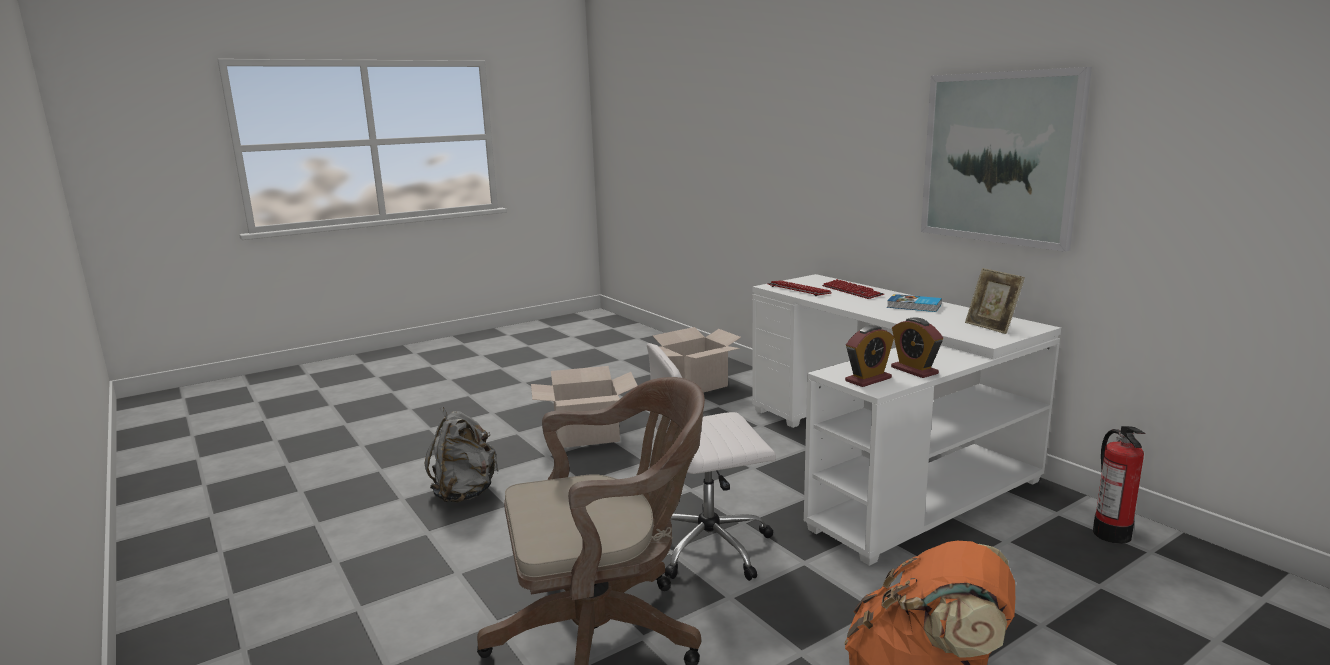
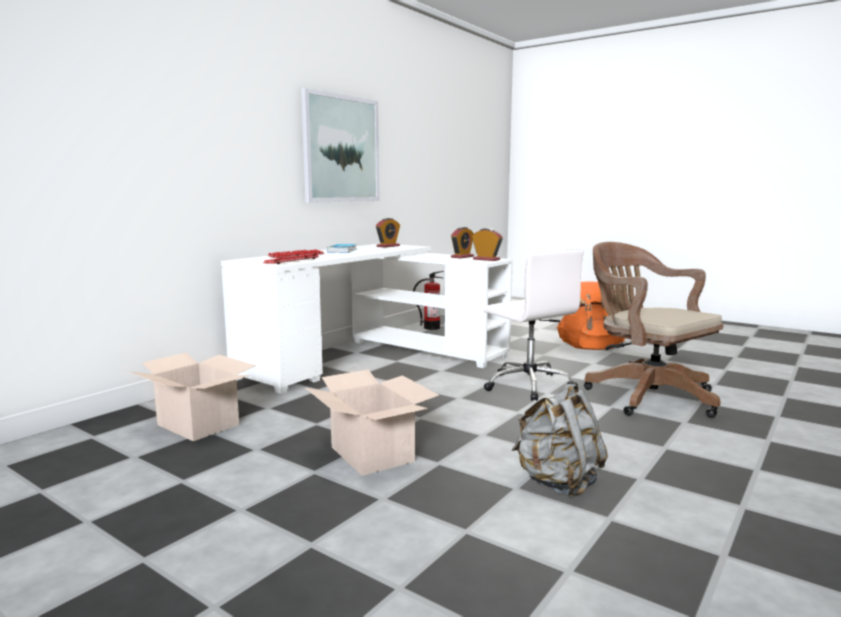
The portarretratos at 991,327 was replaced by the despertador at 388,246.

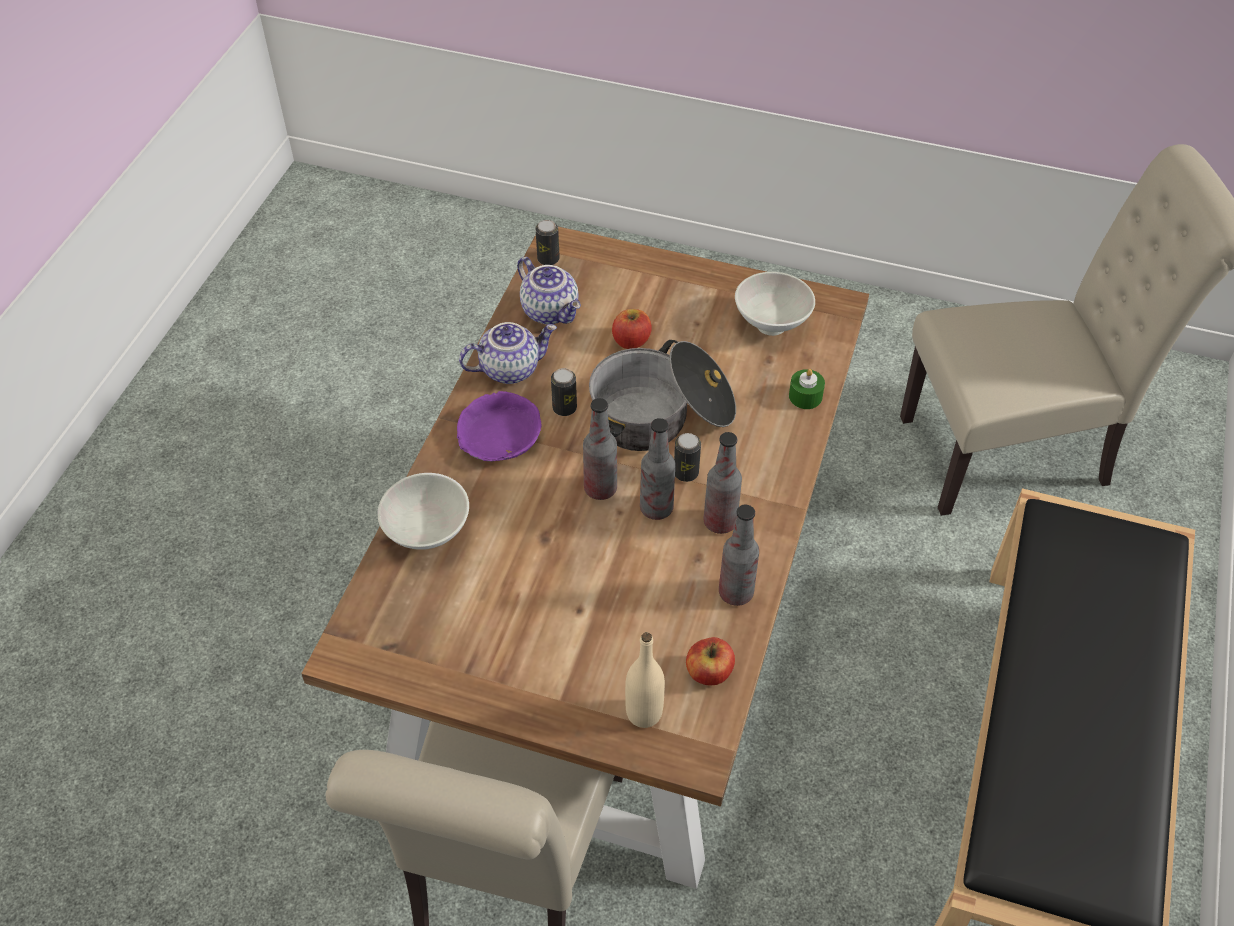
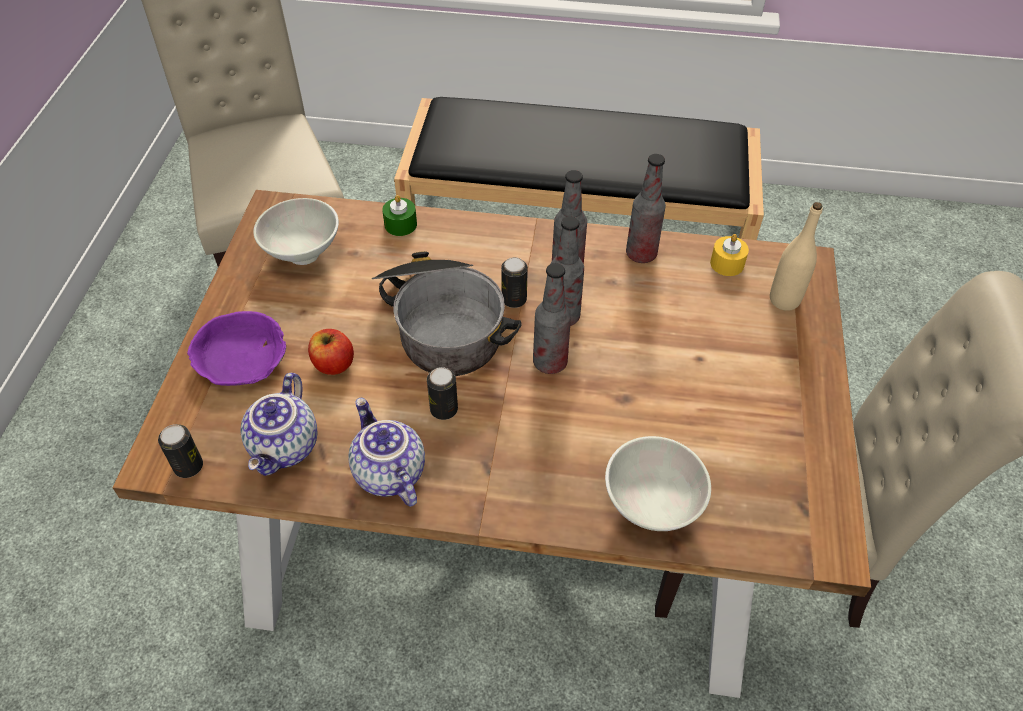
The cuenco [morado] moved from 499,437 to 241,359. The tetera at 551,311 turned 150 degrees clockwise. The manzana at 709,672 was replaced by the vela [amarillo] at 727,264.

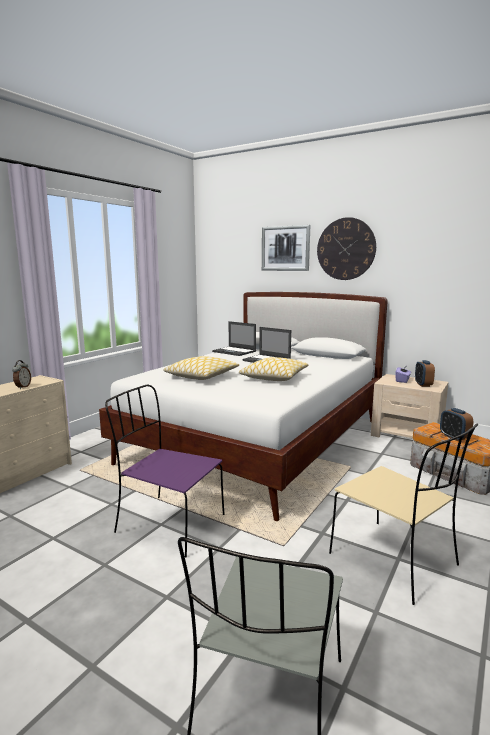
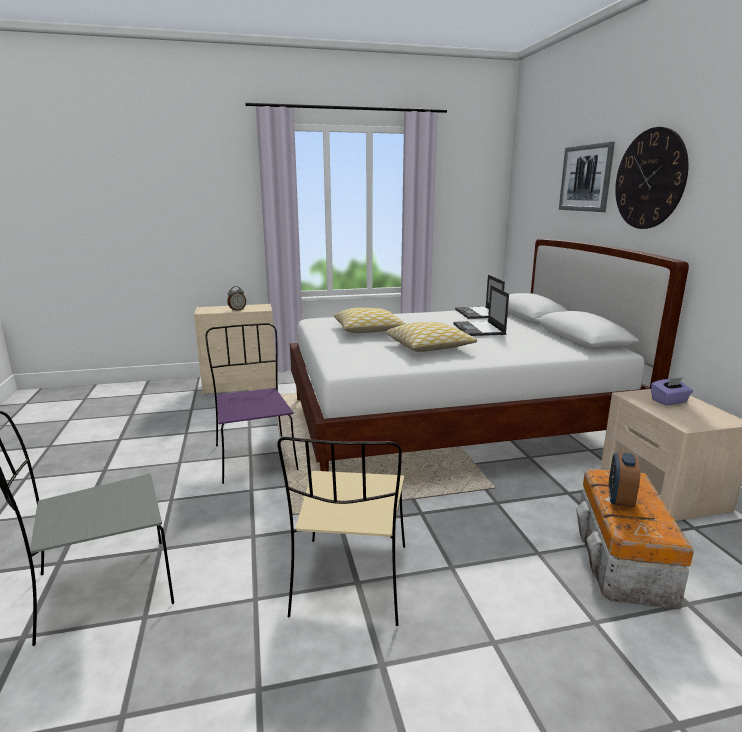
The despertador at 423,384 disappeared.

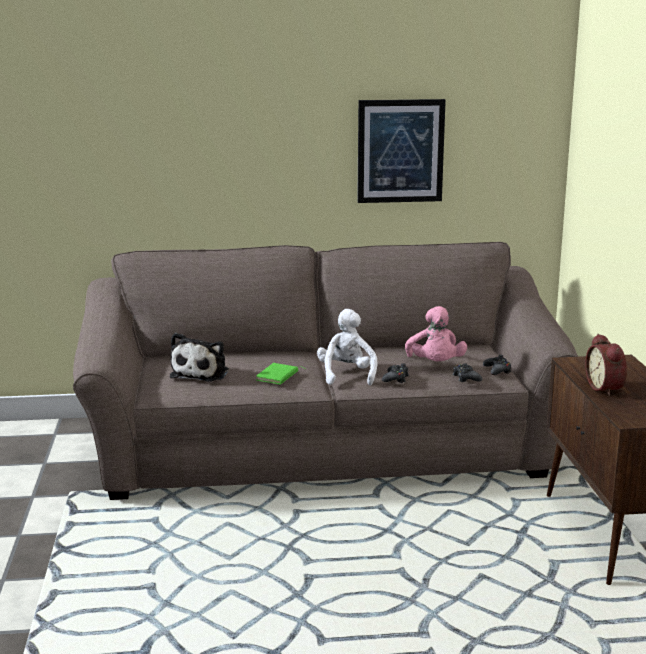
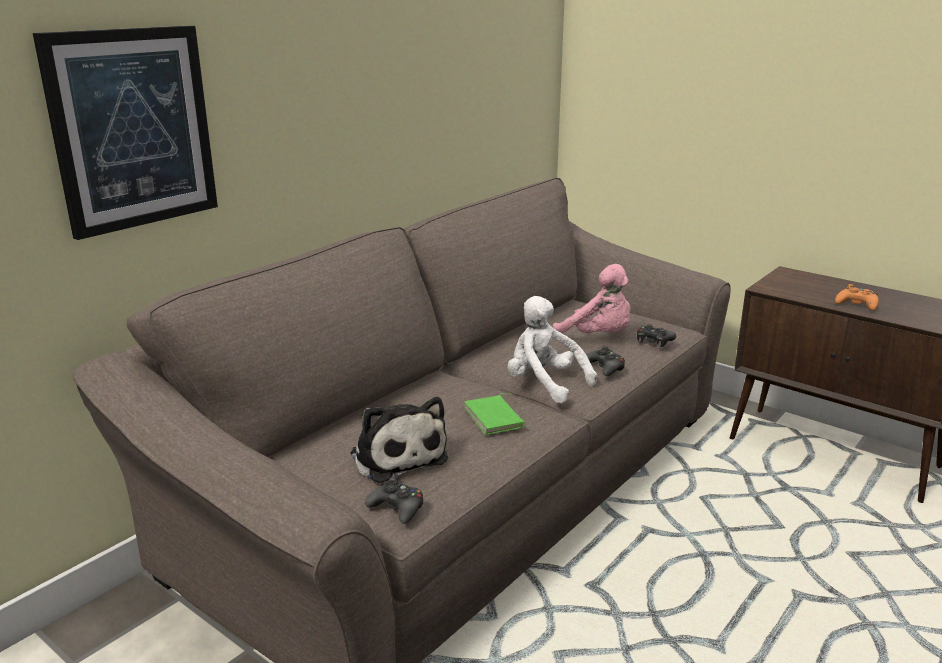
The cuadro moved from 400,151 to 133,129. The mando de consola [negro] moved from 497,370 to 397,508. The despertador at 606,388 was replaced by the mando de consola [naranja] at 857,304.

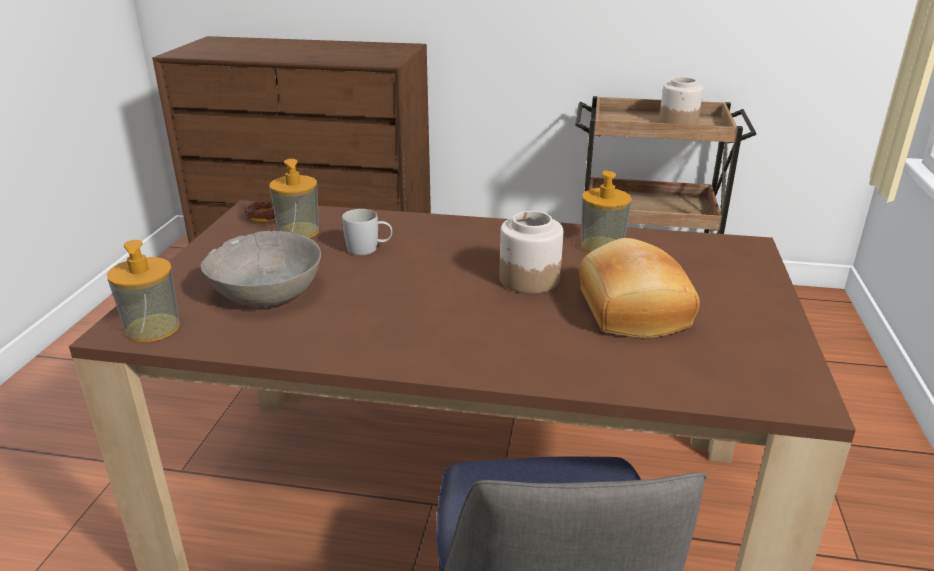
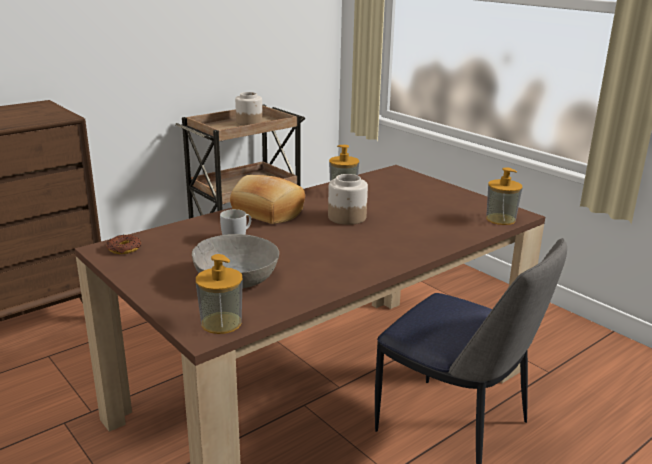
The pan moved from 630,310 to 267,213. The dispensador de jabón moved from 298,231 to 500,219.

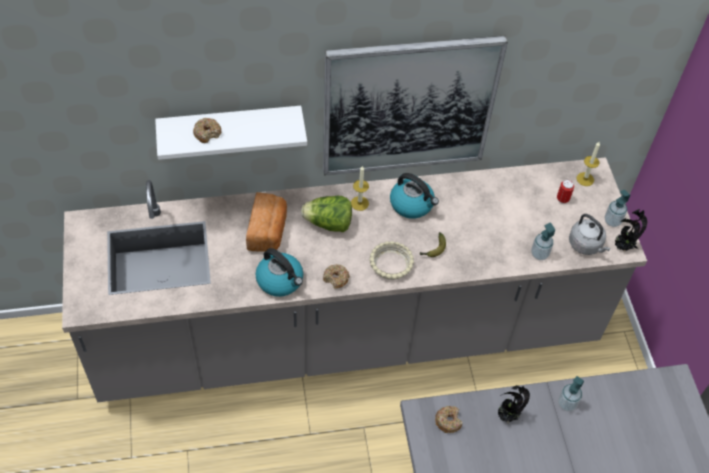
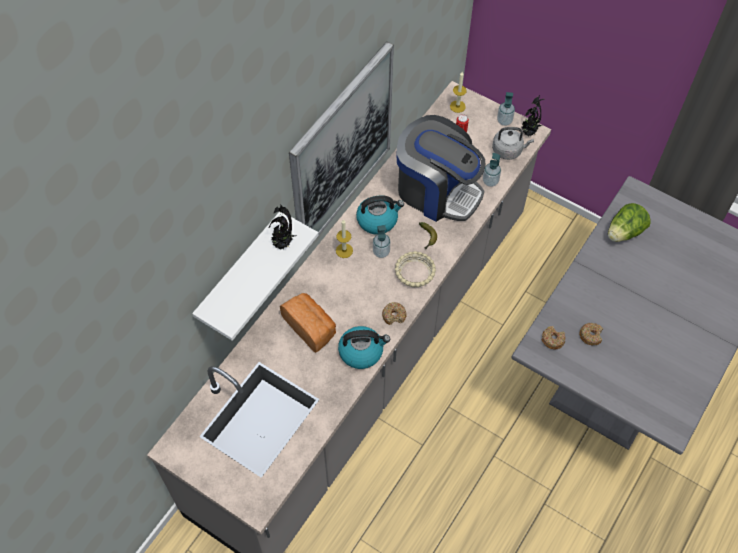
The planta en maceta moved from 507,416 to 282,244. The dispensador de jabón moved from 566,404 to 381,252. The cafetera at 437,191 appeared. The rosquilla moved from 207,133 to 590,335. The lechuga moved from 328,223 to 624,232.

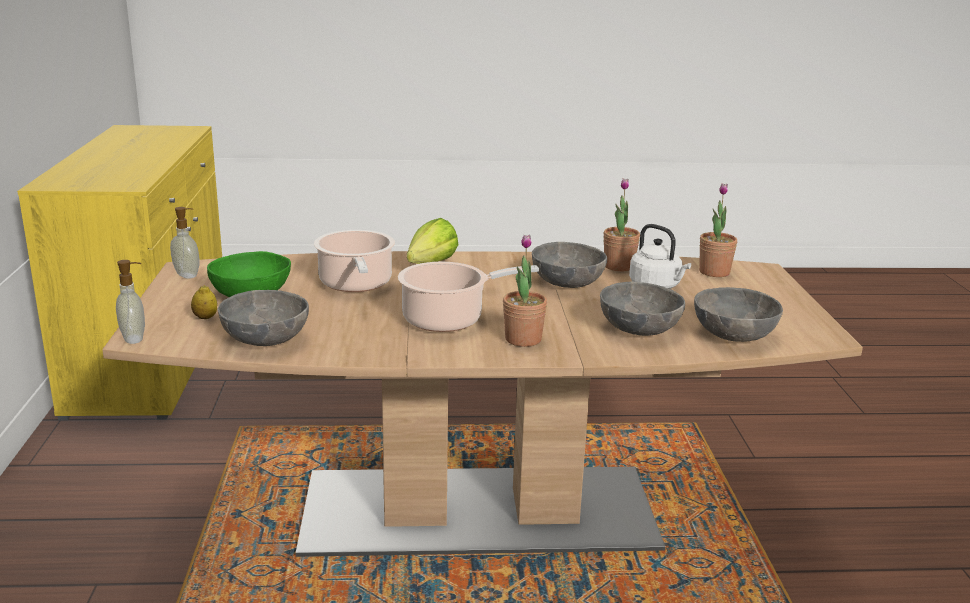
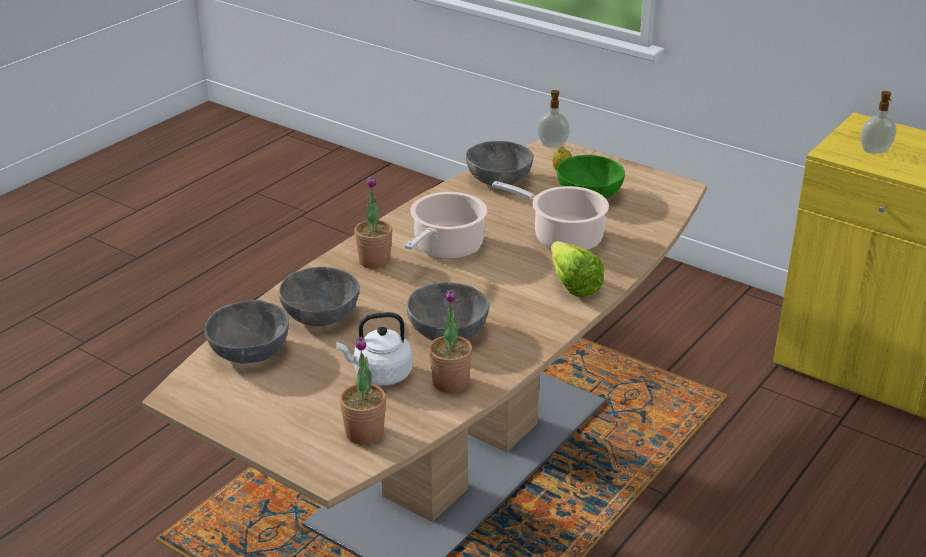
The dispensador de jabón moved from 188,275 to 875,151.

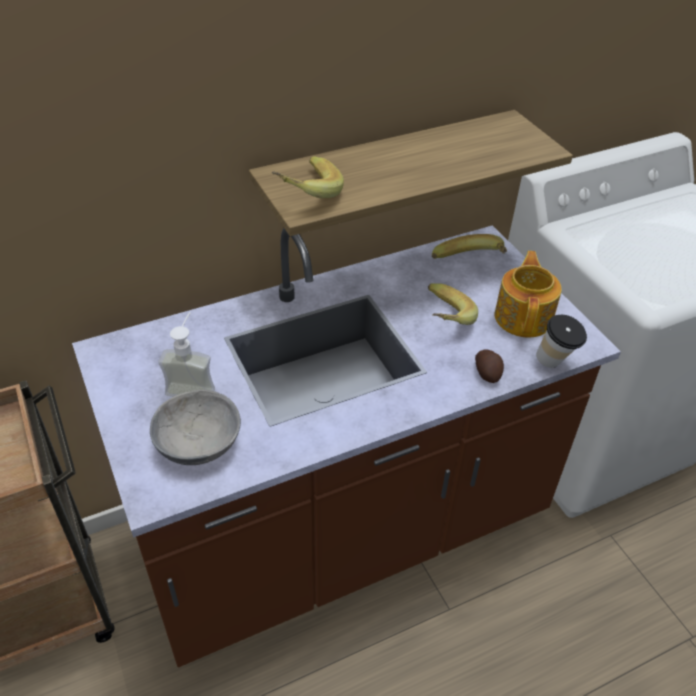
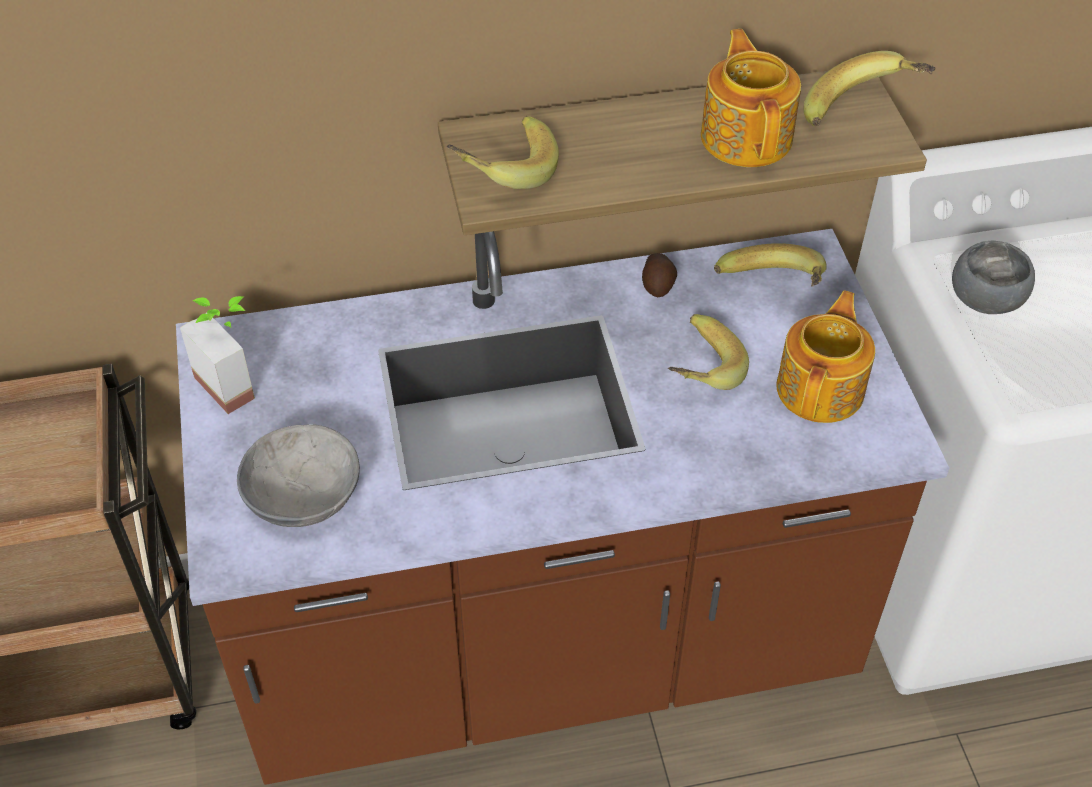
The planta en maceta at 235,381 appeared. The patata moved from 487,372 to 658,284. The tetera at 747,136 appeared. The plátano at 863,113 appeared. The cuenco [gris] at 987,301 appeared. The dispensador de jabón at 193,385 disappeared. The taza at 555,363 disappeared.

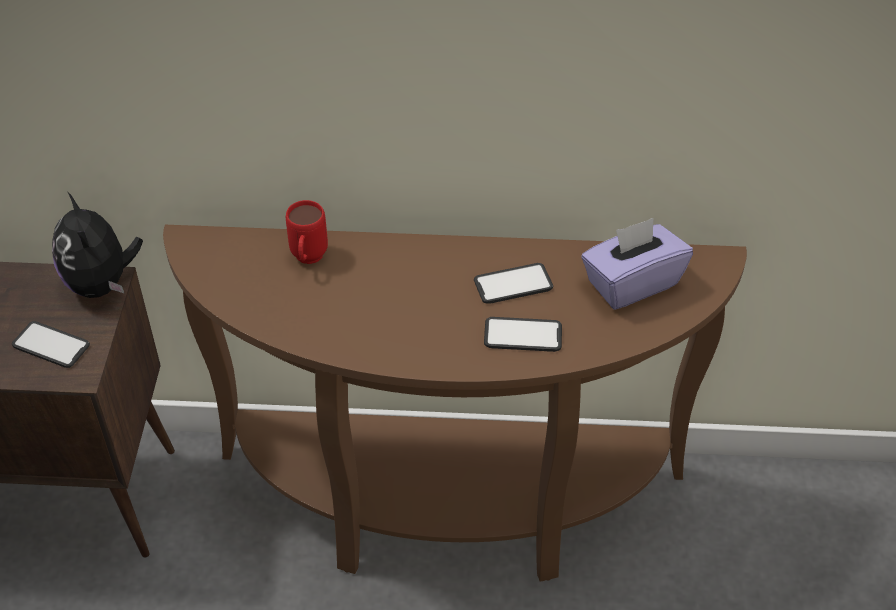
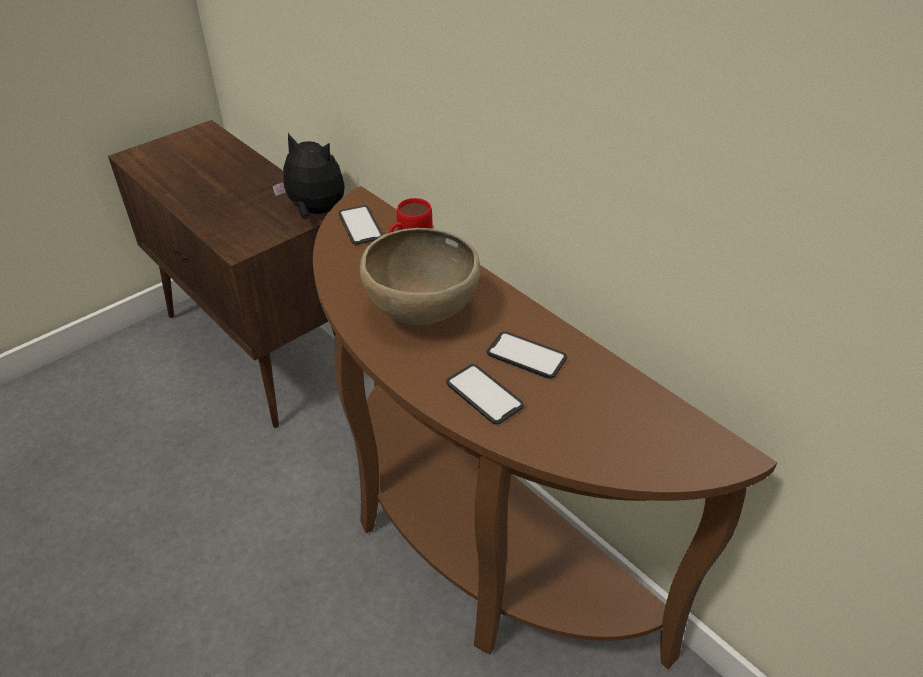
The peluche at 102,284 turned 90 degrees clockwise. The móvil moved from 51,345 to 360,226. The cuenco [marrón] at 422,315 appeared. The caja de pañuelos [morado] at 631,283 disappeared.

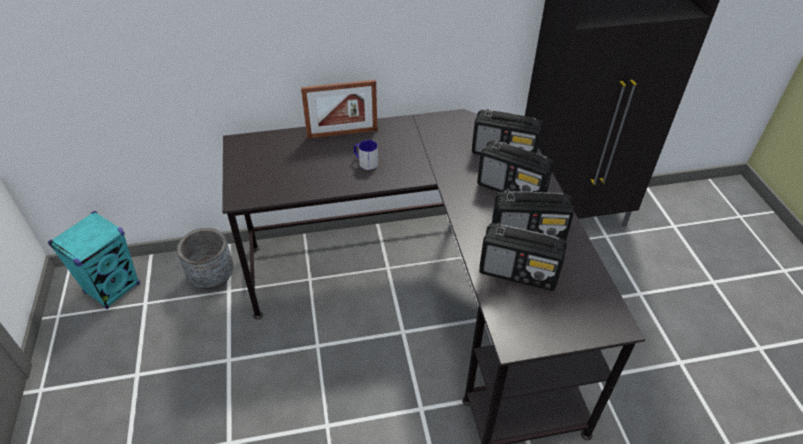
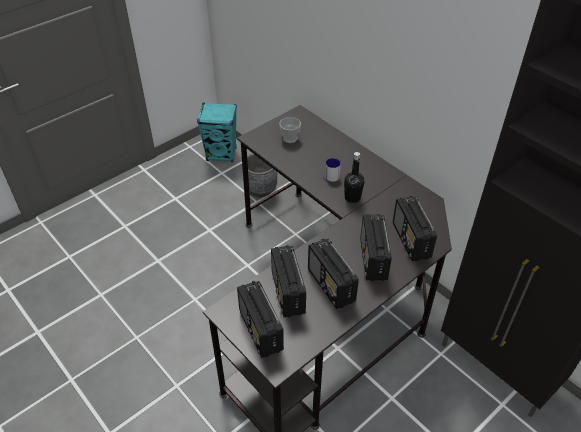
The radio at 261,331 appeared. The taza at 290,138 appeared. The botella [negro] at 352,198 appeared. The portarretratos at 342,133 disappeared.

